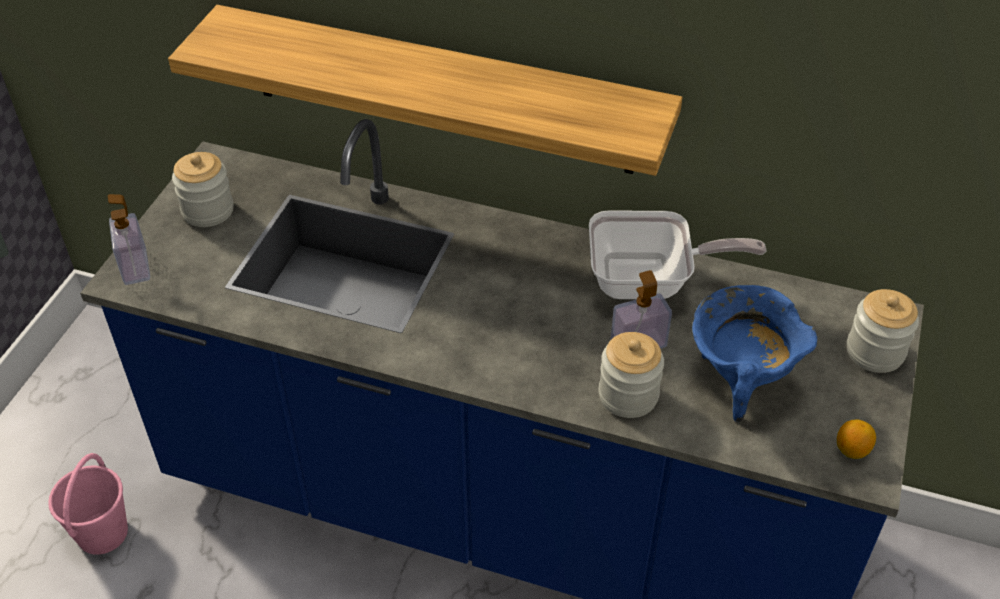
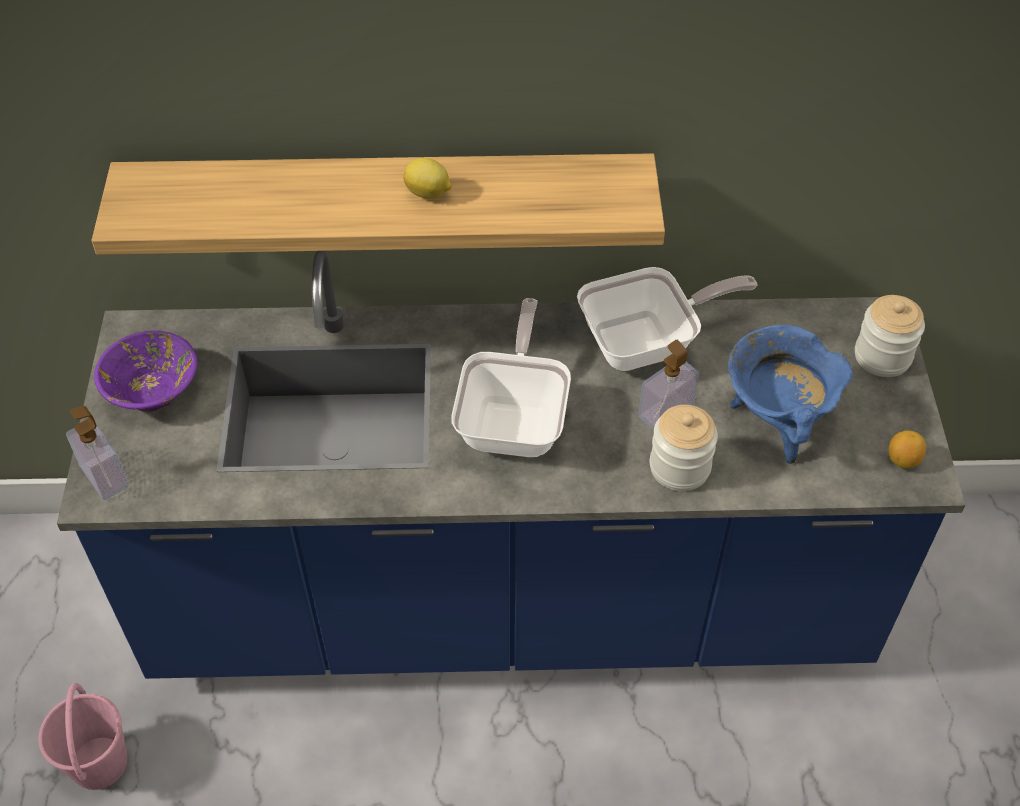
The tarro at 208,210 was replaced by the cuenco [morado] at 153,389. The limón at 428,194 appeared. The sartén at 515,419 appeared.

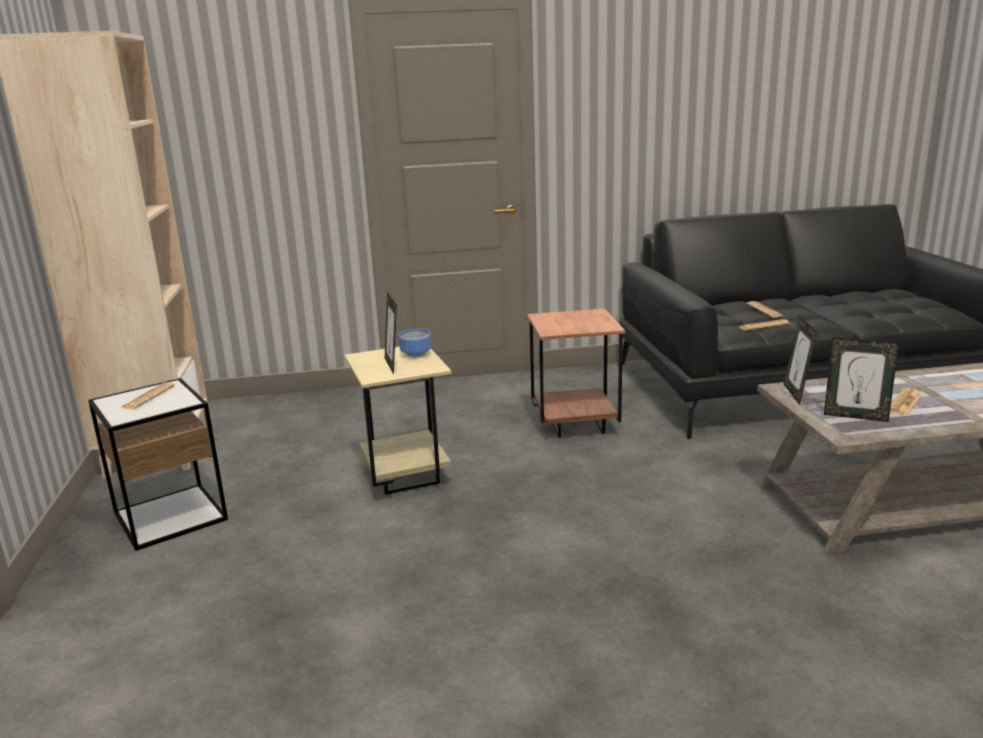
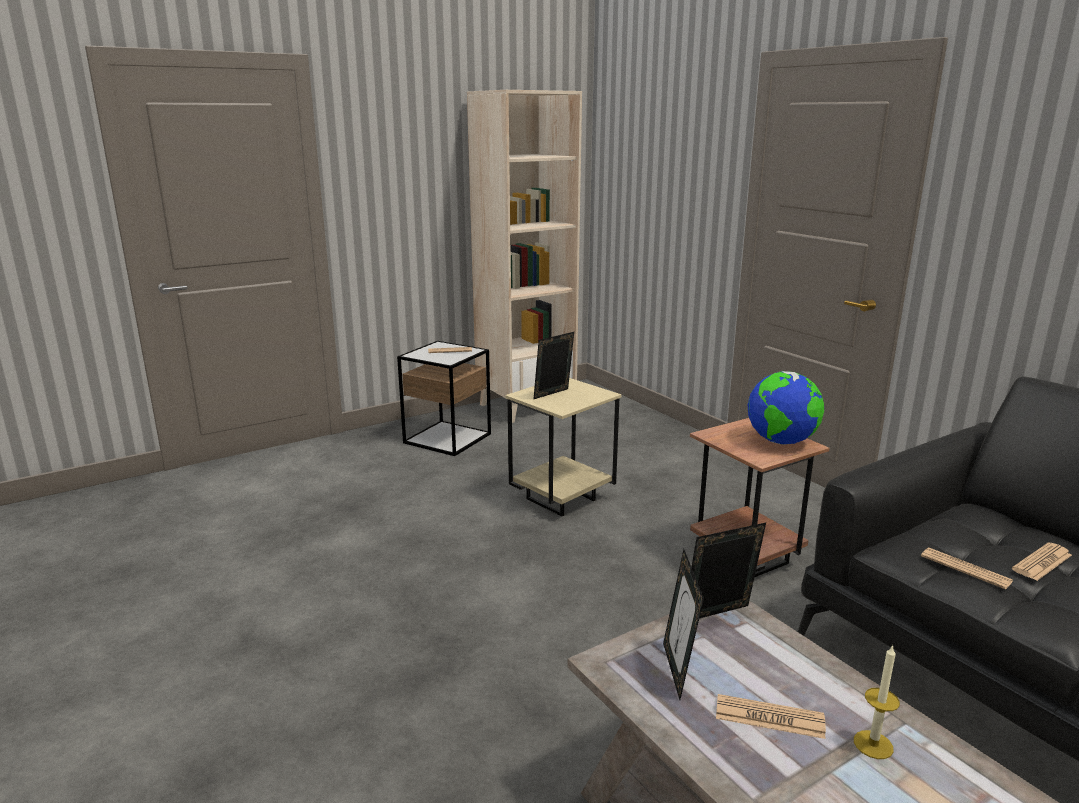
The globo terráqueo at 781,442 appeared. The vela at 873,744 appeared. The cuenco at 417,354 disappeared.

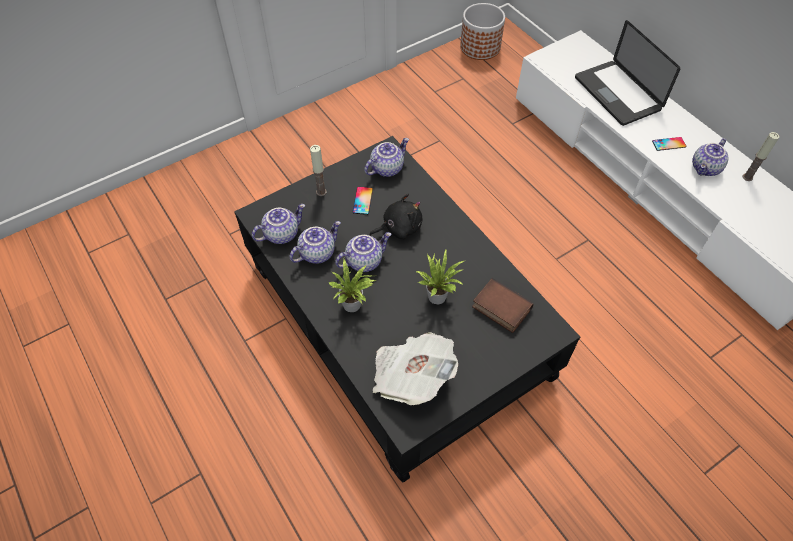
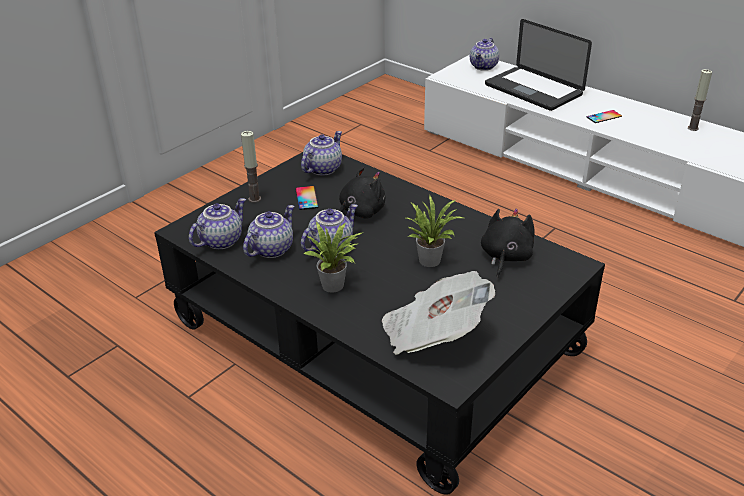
The tetera moved from 706,169 to 484,67. The libro at 500,308 was replaced by the peluche [negro] at 505,257. The maceta at 480,48 disappeared.

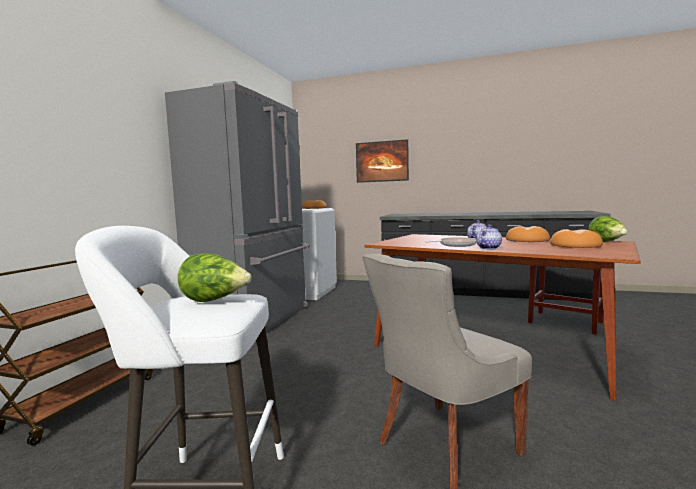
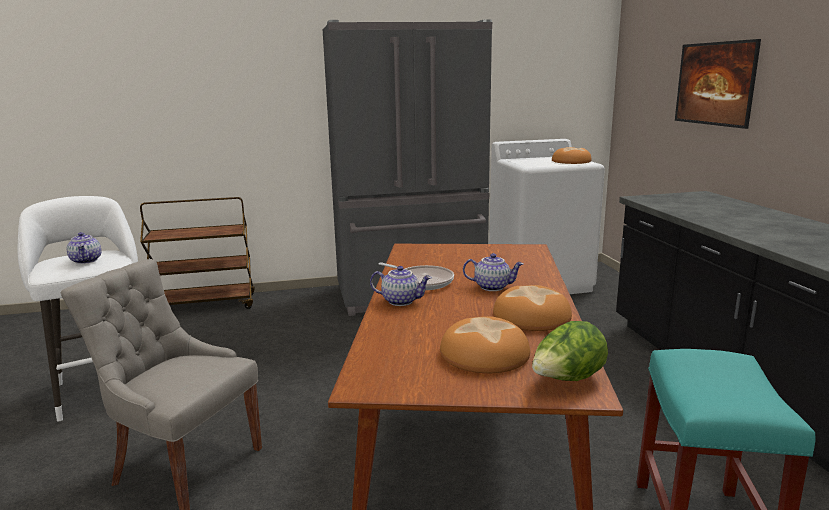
The lechuga at 215,301 was replaced by the tetera at 86,261.

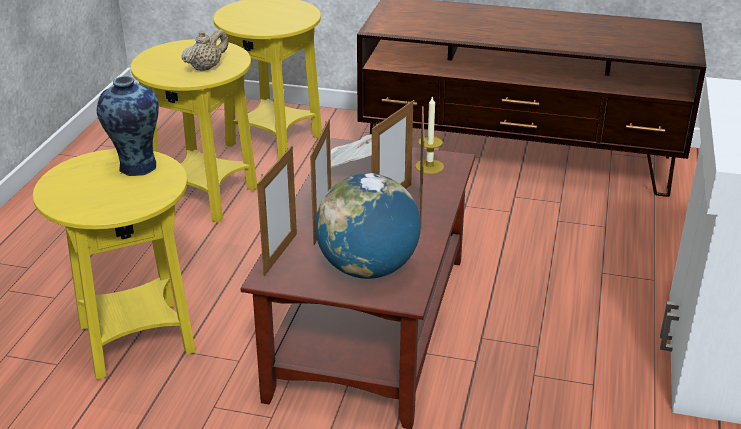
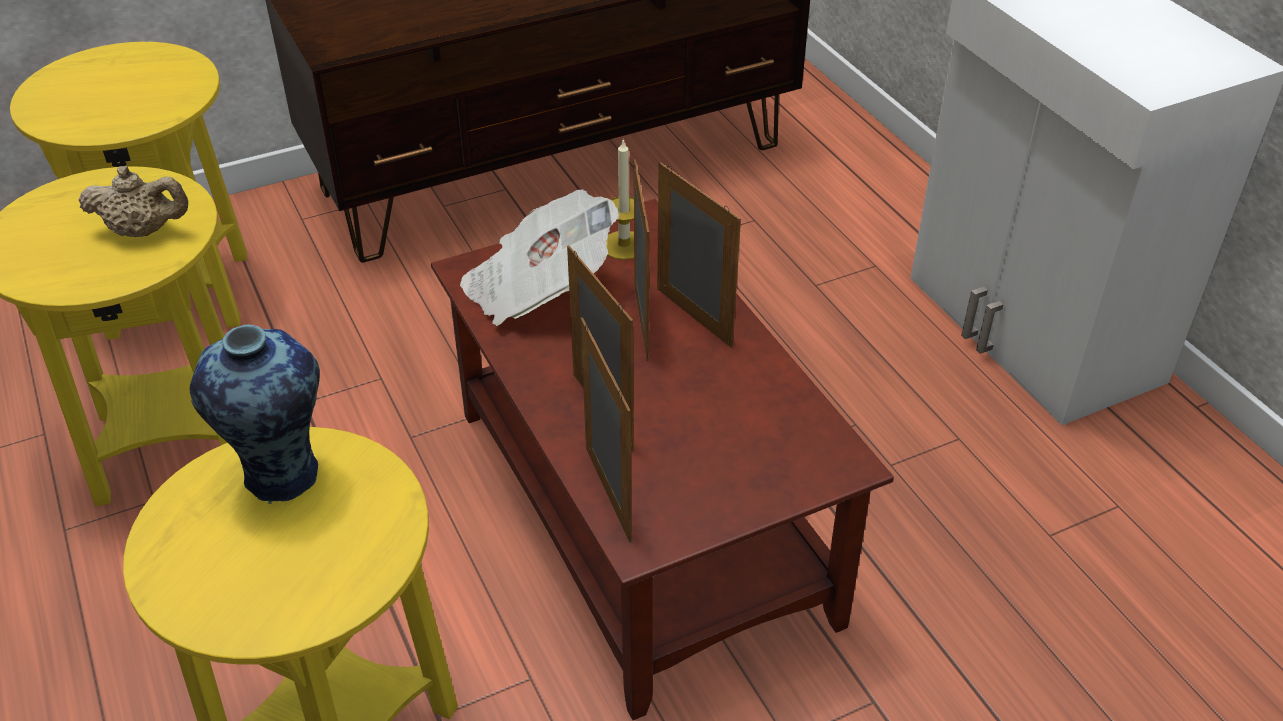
The tetera [beis] at 206,67 turned 90 degrees clockwise. The globo terráqueo at 368,269 disappeared.

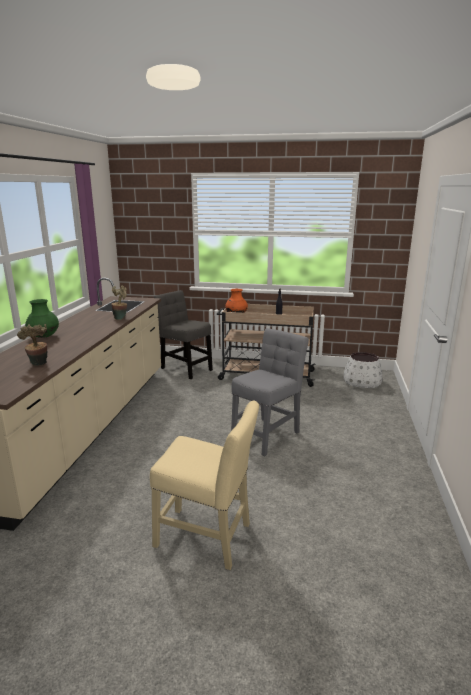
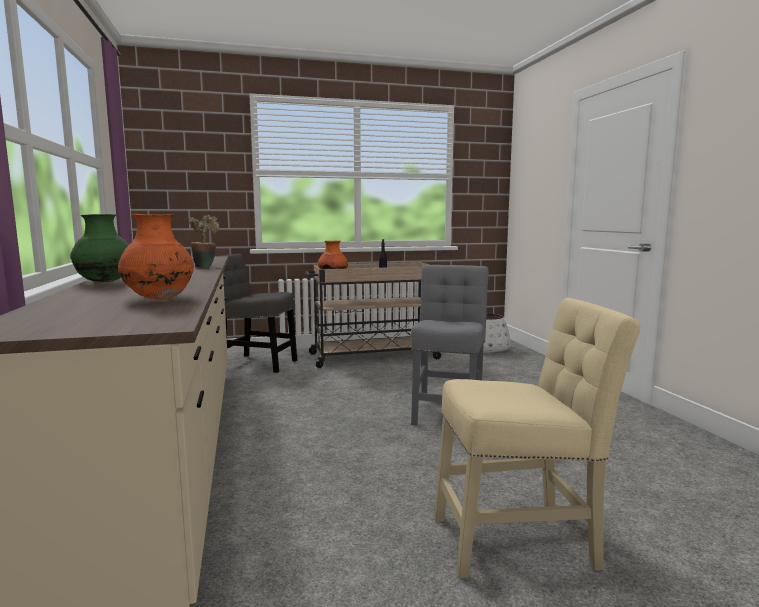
The planta en maceta at 38,365 was replaced by the florero [naranja] at 159,299.

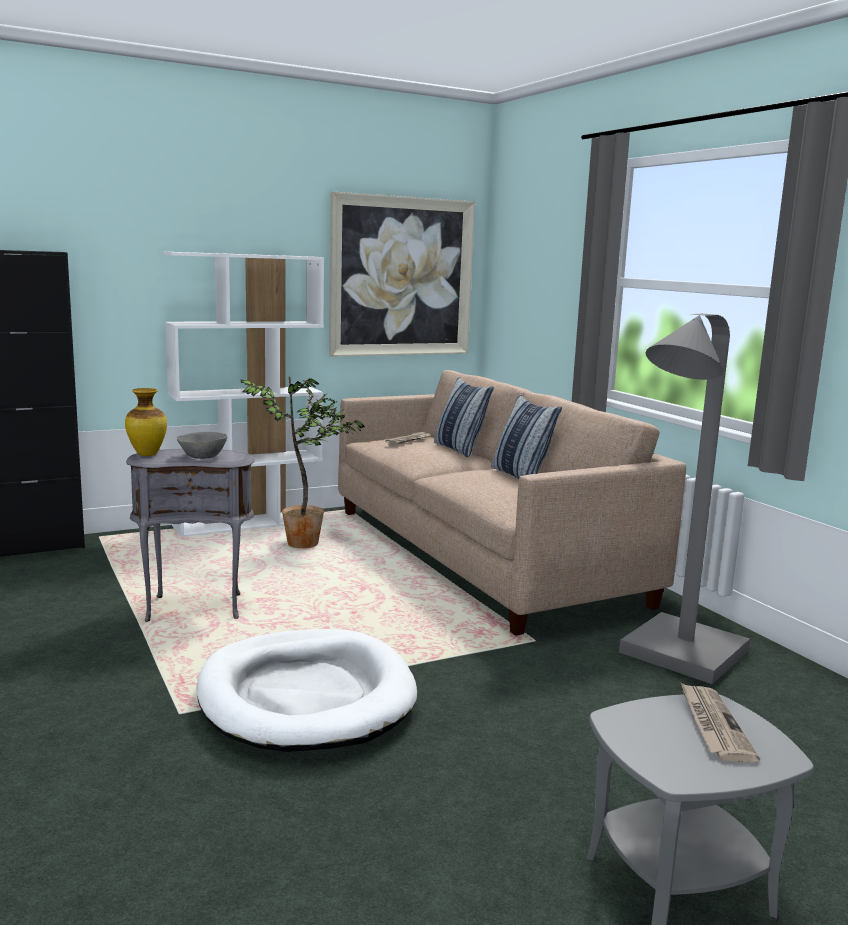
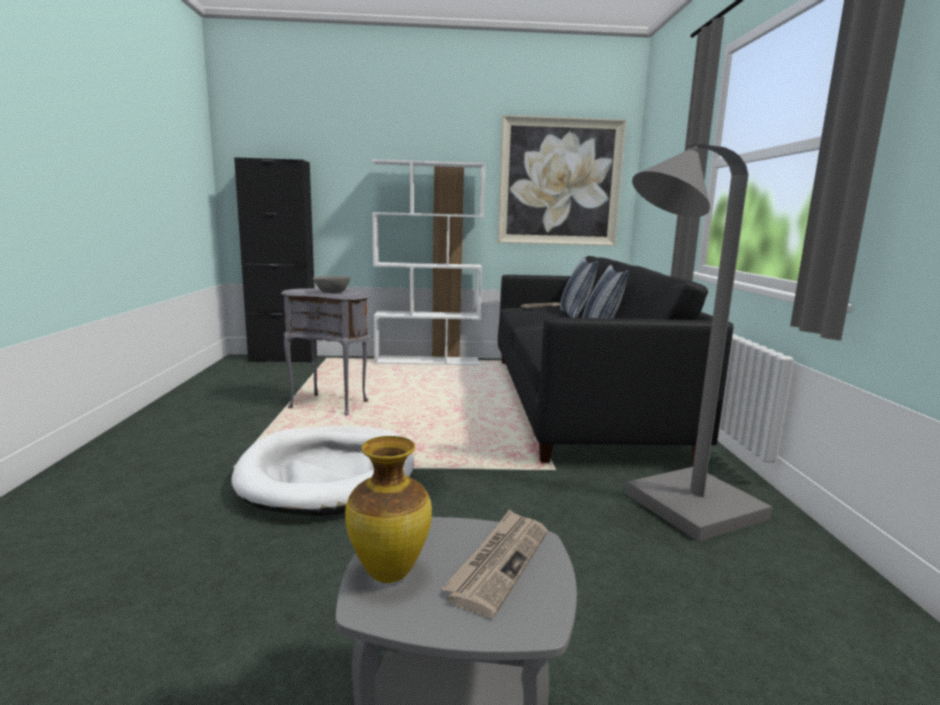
The florero moved from 148,454 to 391,573. The sofá [beis] at 480,555 became the sofá [negro] at 577,401. The planta en maceta at 307,543 disappeared.

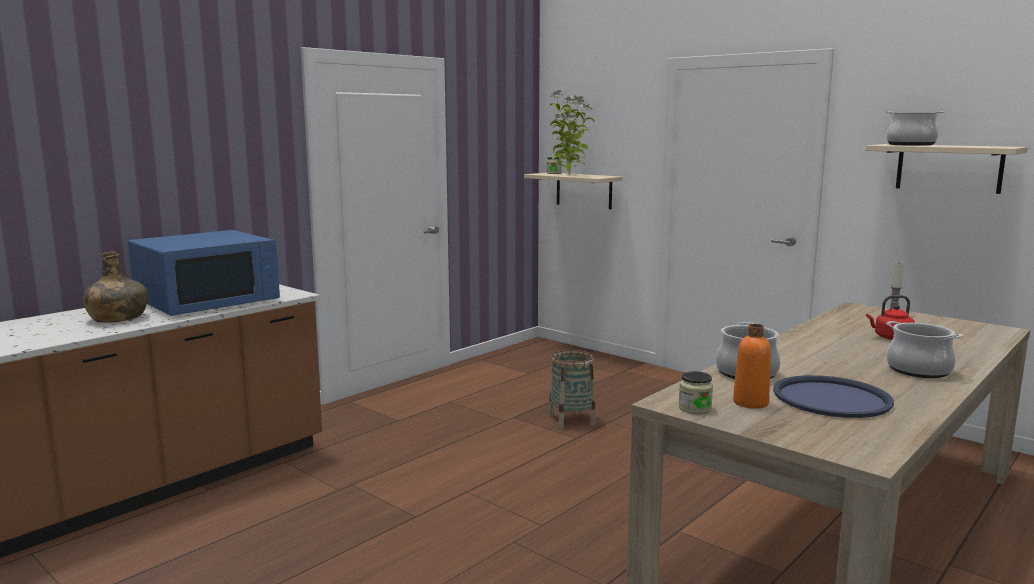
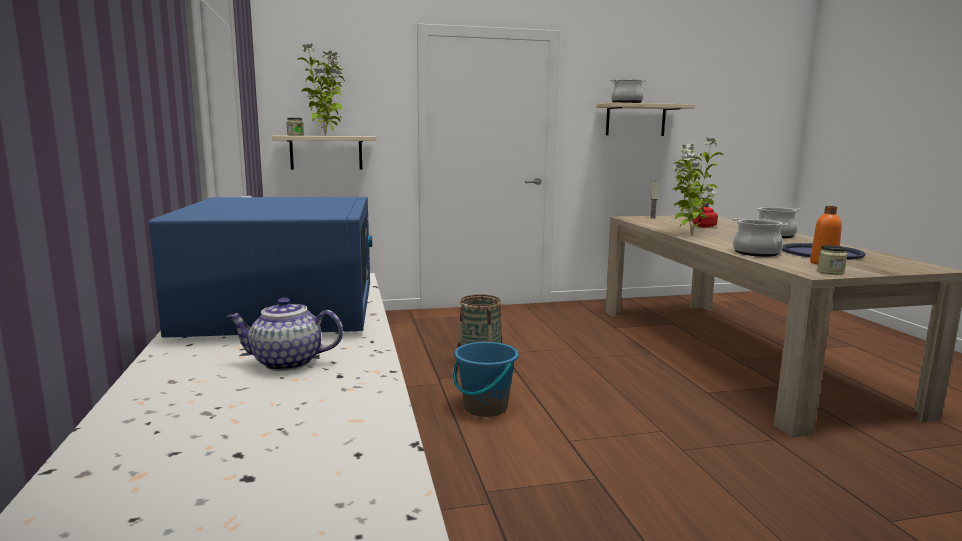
The botella [verde] at 117,318 was replaced by the tetera at 285,363. The cubo [azul] at 485,407 appeared. The planta en maceta at 689,234 appeared.

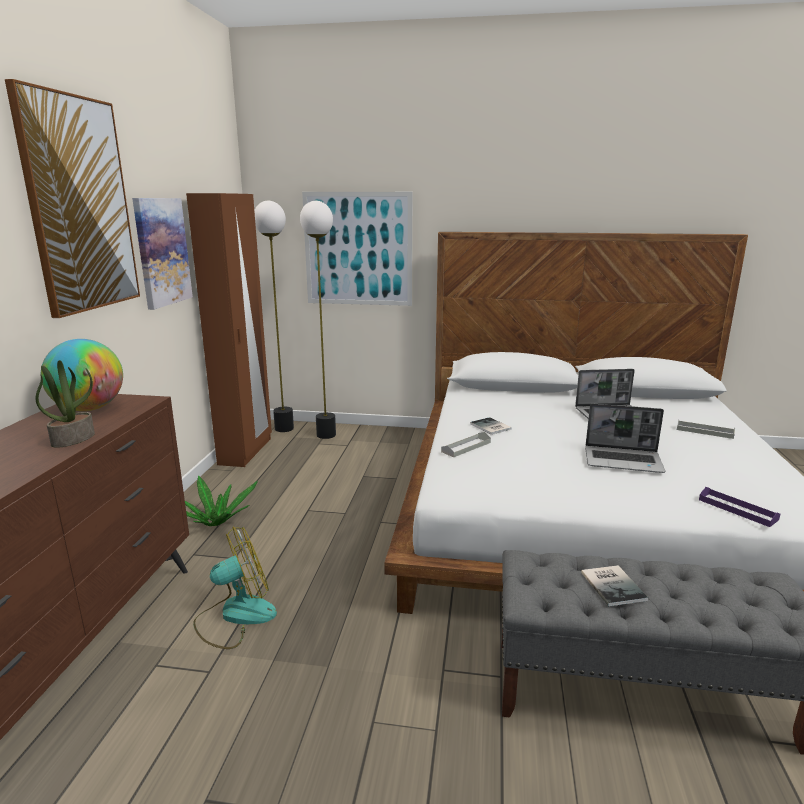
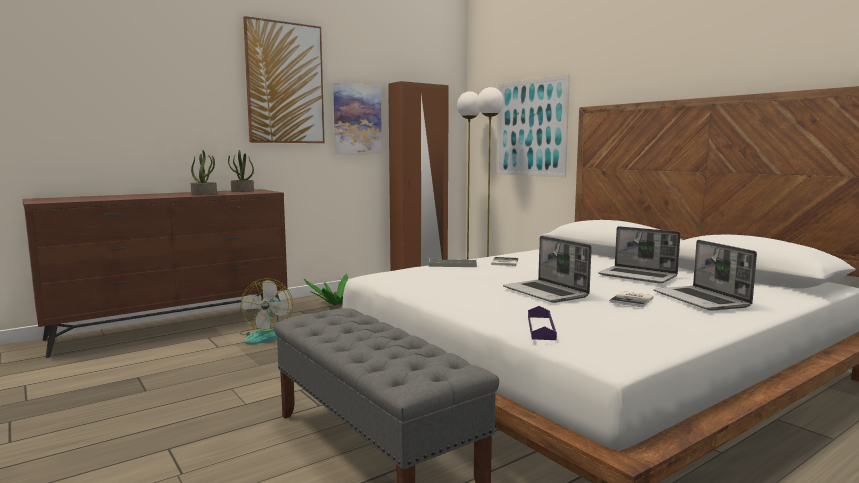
The globo terráqueo at 89,409 was replaced by the planta en maceta at 242,191. The ventilador at 235,616 turned 75 degrees clockwise. The libro moved from 613,585 to 633,300. The bandeja [gris] at 704,431 was replaced by the portátil at 702,300.

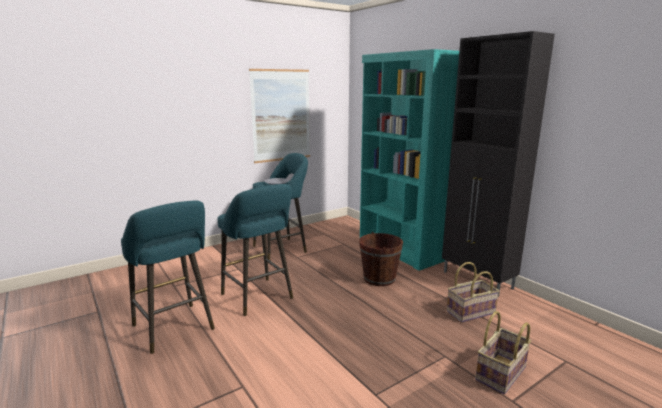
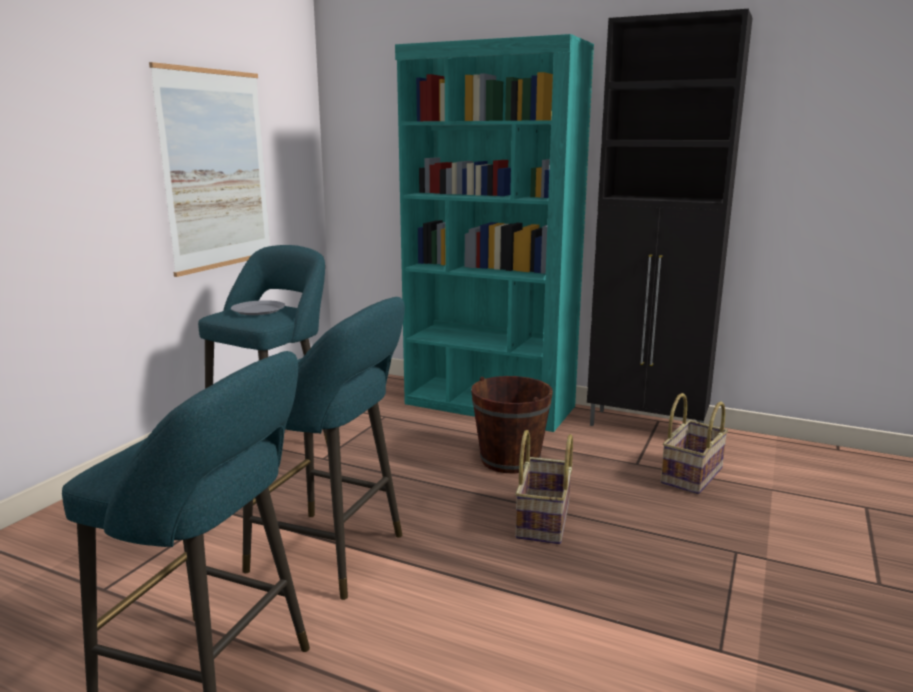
The cesta moved from 501,374 to 544,521.

